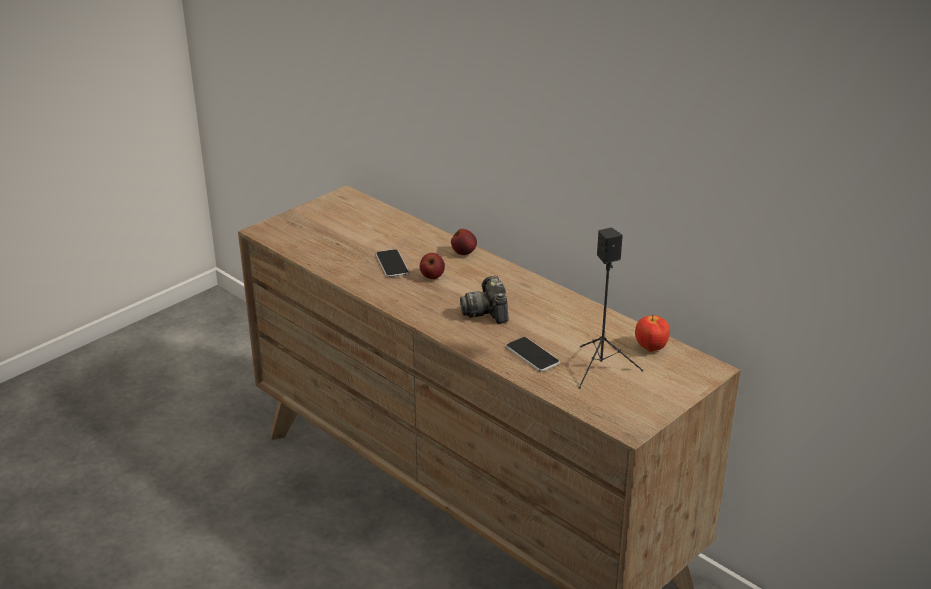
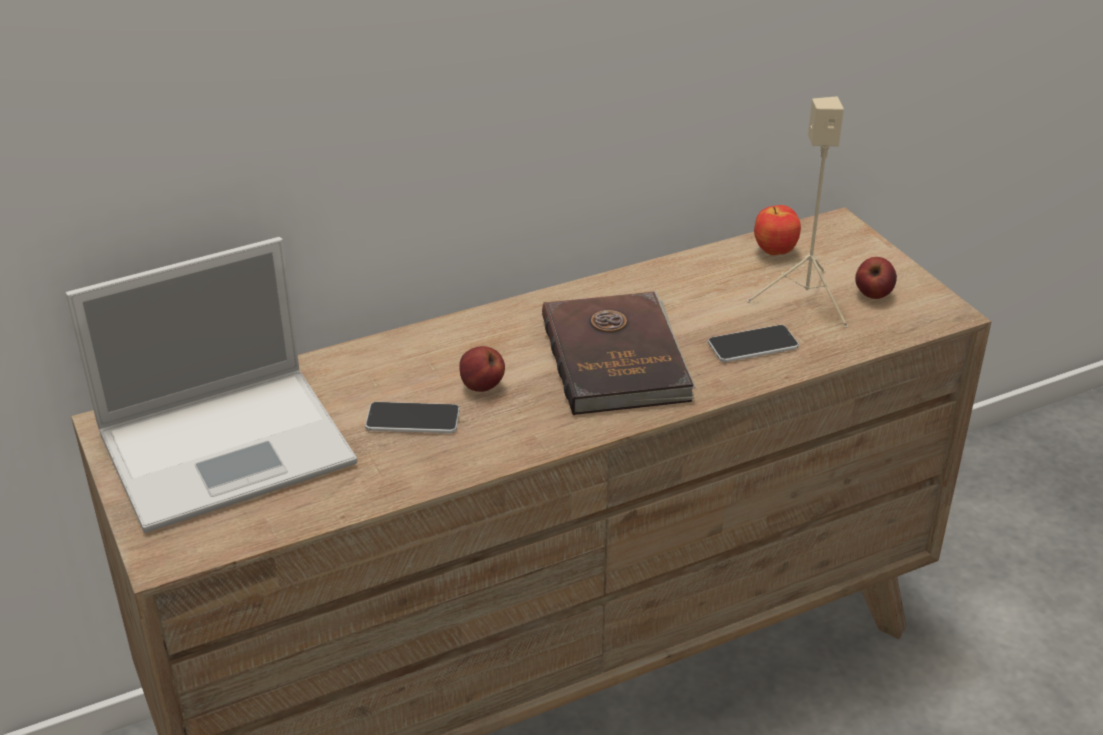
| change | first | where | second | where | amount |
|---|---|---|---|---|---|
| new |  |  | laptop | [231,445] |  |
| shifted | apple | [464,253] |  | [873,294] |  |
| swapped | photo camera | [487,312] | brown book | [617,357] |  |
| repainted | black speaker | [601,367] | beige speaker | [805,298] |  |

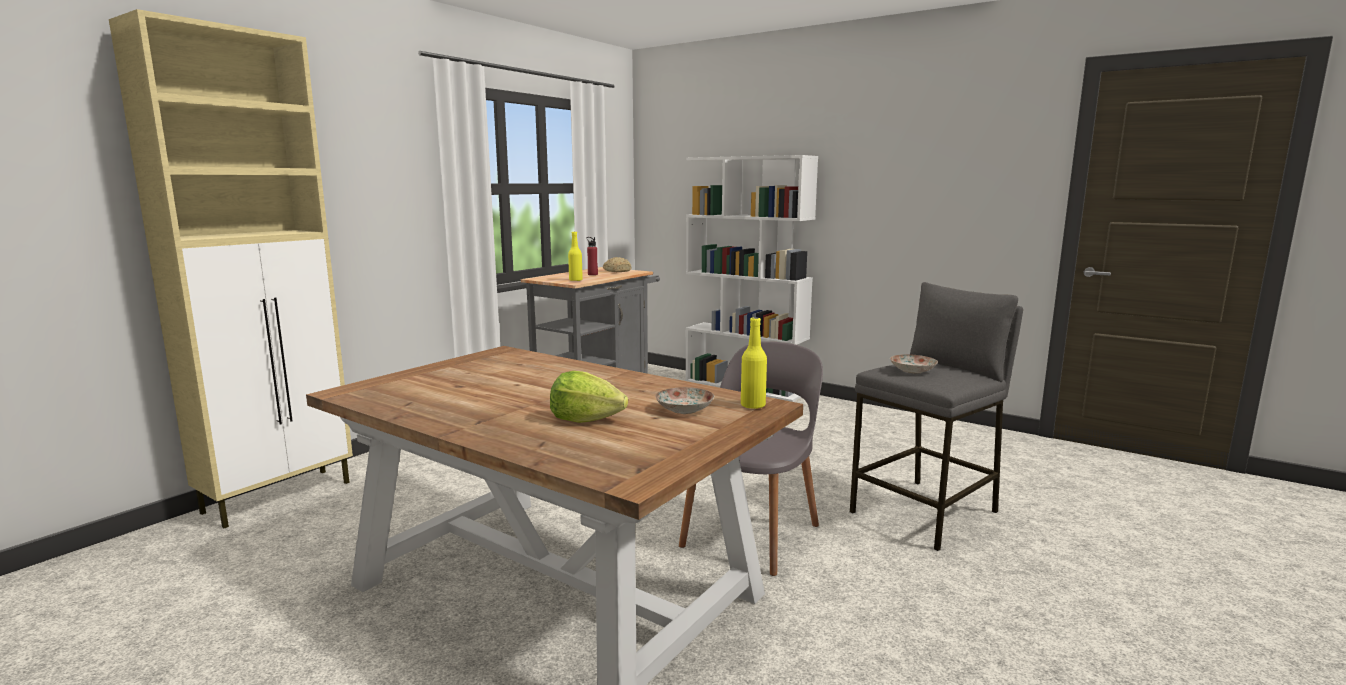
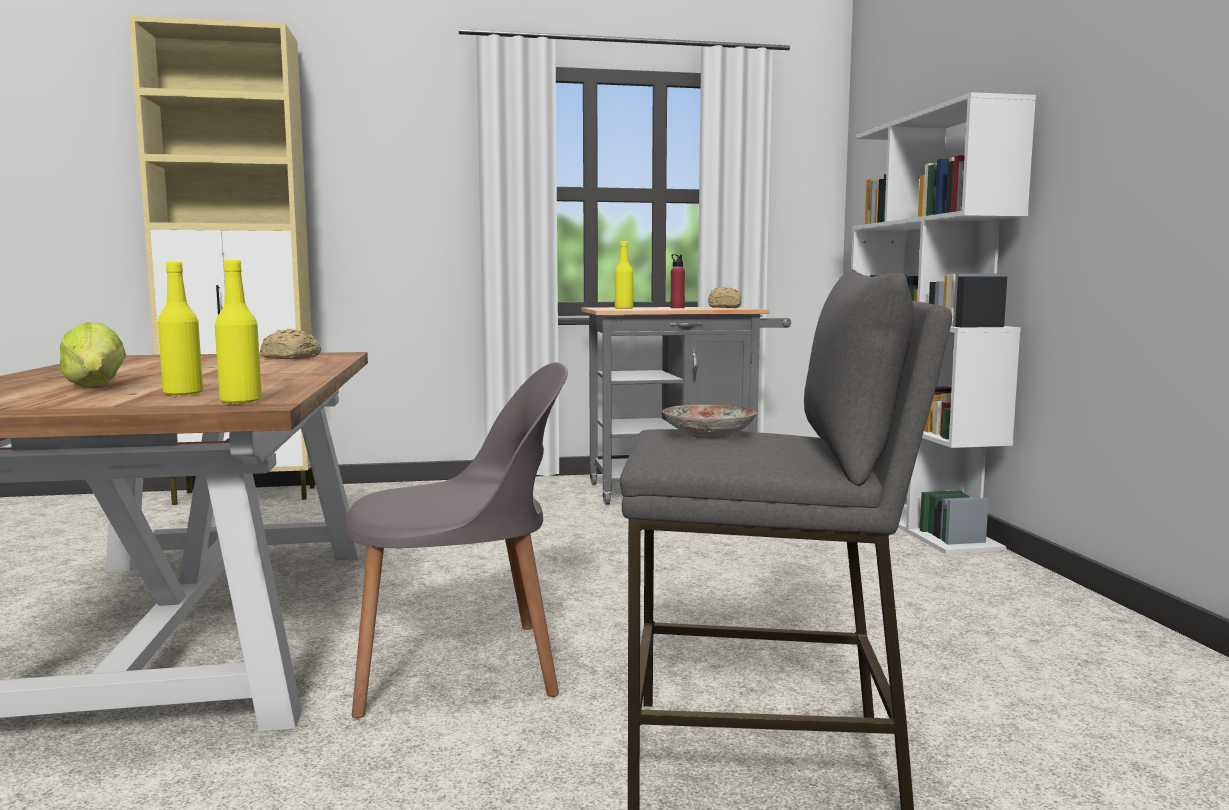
| change | first | where | second | where | amount |
|---|---|---|---|---|---|
| new |  |  | bread | [292,358] |  |
| swapped | plate | [684,409] | yellow bottle | [183,394] |  |

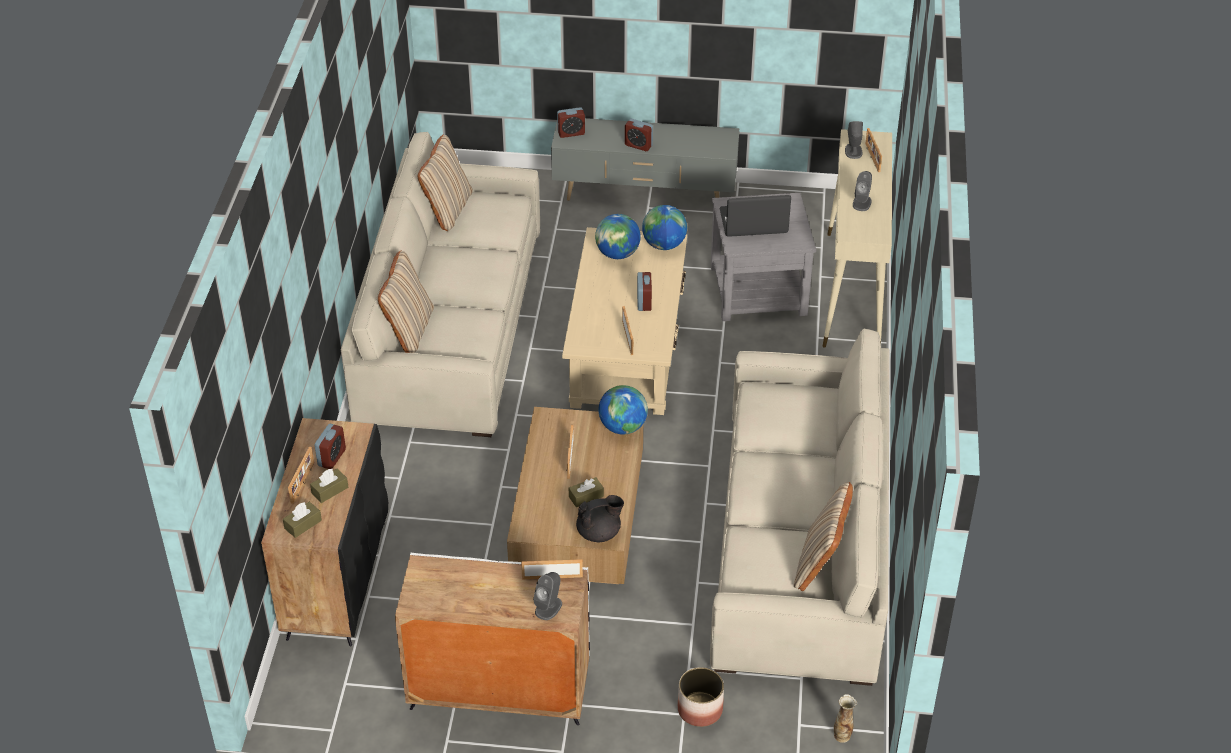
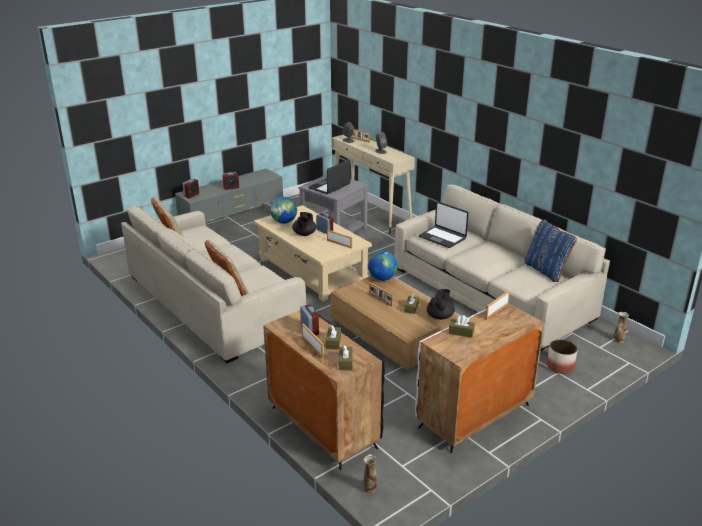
| change | first | where | second | where | amount |
|---|---|---|---|---|---|
| gone | grey speaker | [548,607] |  |  |  |
| gone | globe | [664,245] |  |  |  |
| new |  |  | black teapot | [304,234] |  |
| new |  |  | vase | [370,489] |  |
| new |  |  | laptop | [442,237] |  |
| new |  |  | brown tissue box | [461,332] |  |
| repainted | beige pillow | [820,563] | blue pillow | [546,271] |  |

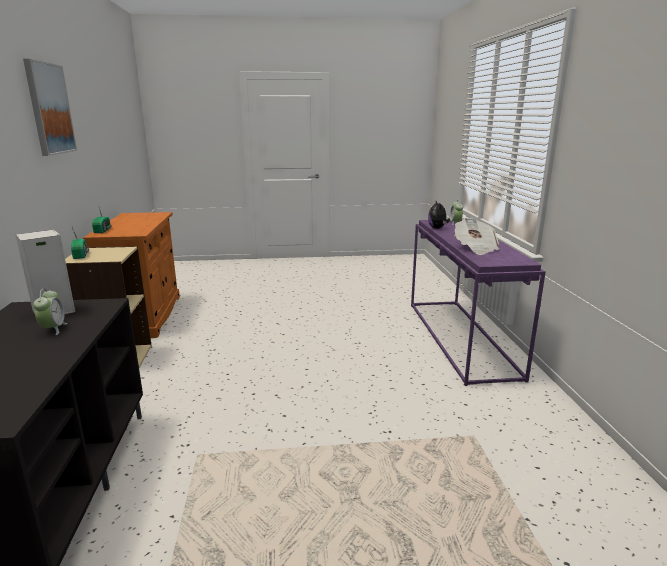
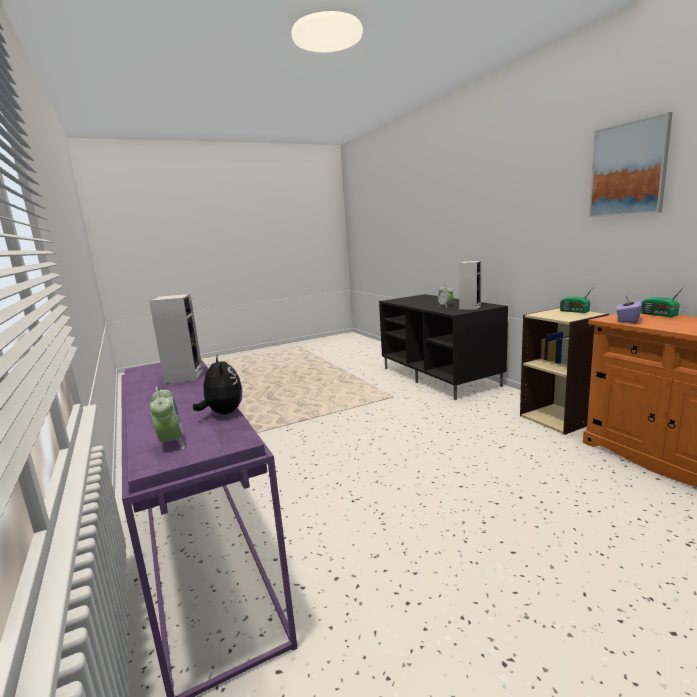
| change | first | where | second | where | amount |
|---|---|---|---|---|---|
| new |  |  | purple tissue box | [627,320] |  |
| swapped | newspaper | [475,248] | speaker | [183,376] |  |

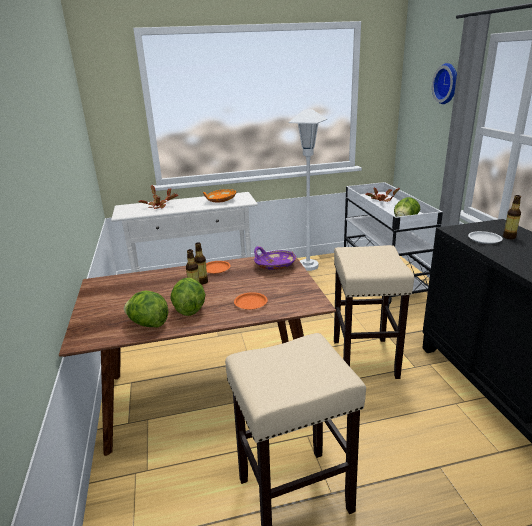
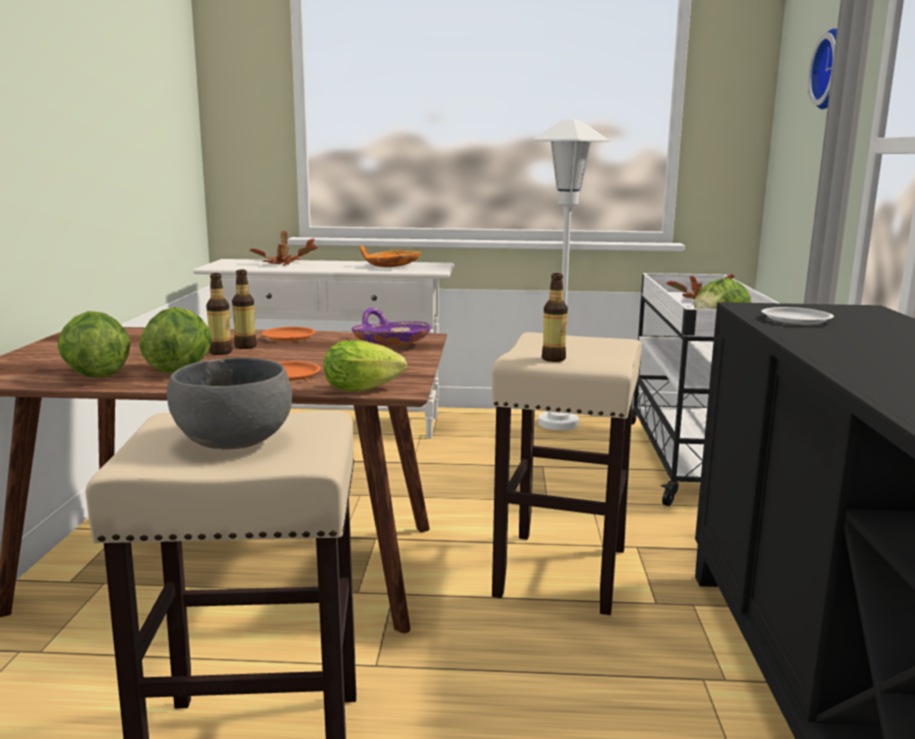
| change | first | where | second | where | amount |
|---|---|---|---|---|---|
| new |  |  | grey bowl | [234,440] |  |
| new |  |  | lettuce | [366,389] |  |
| shifted | bottle | [509,237] |  | [553,359] |  |

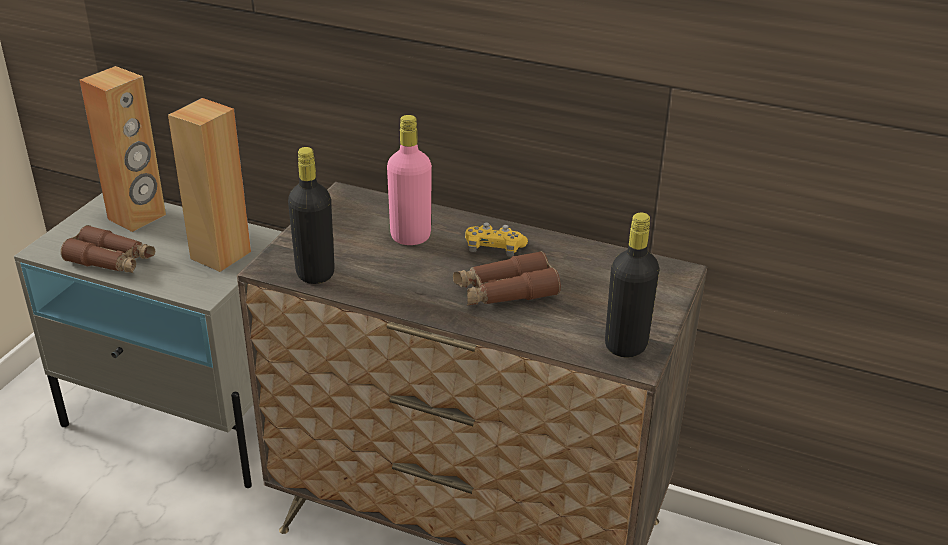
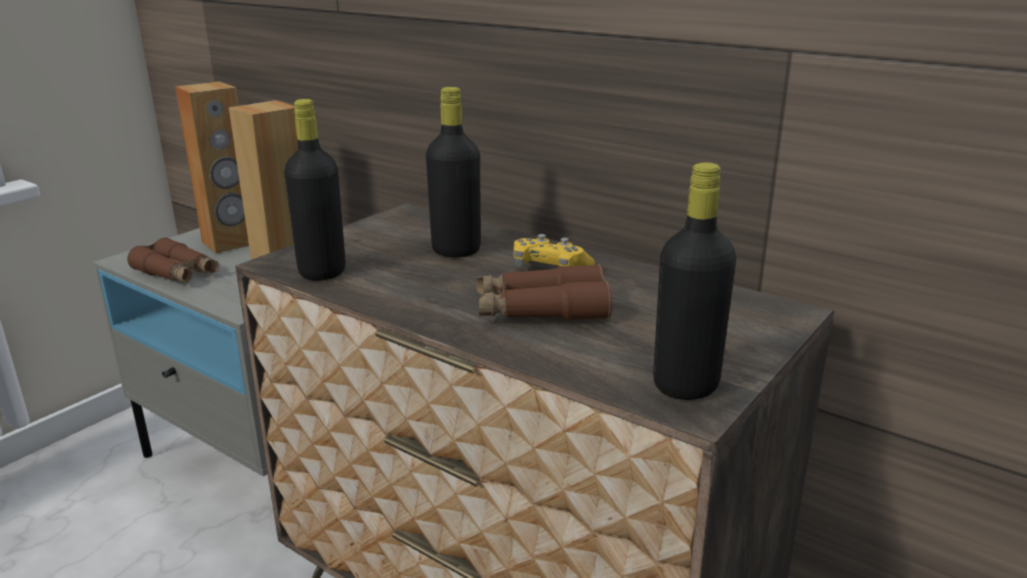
| change | first | where | second | where | amount |
|---|---|---|---|---|---|
| repainted | pink bottle | [410,237] | black bottle | [456,251] |  |

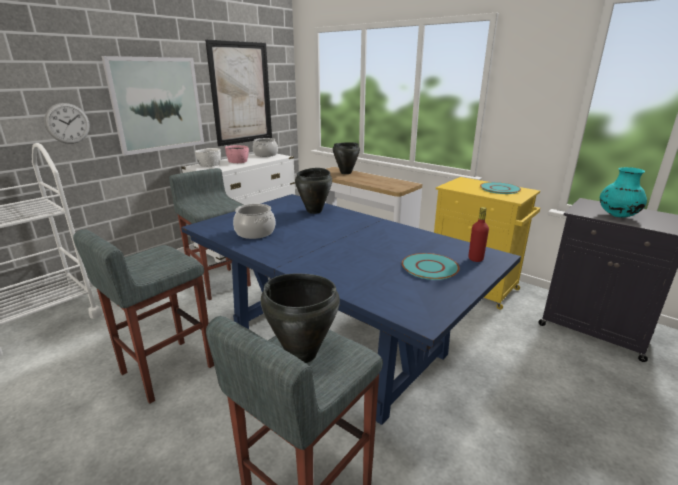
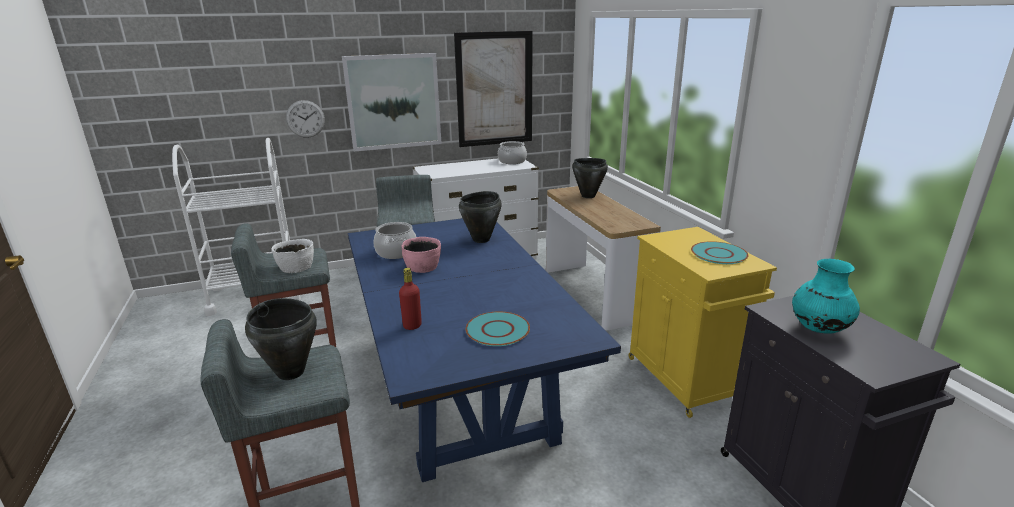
| change | first | where | second | where | amount |
|---|---|---|---|---|---|
| shifted | white bowl | [209,165] |  | [296,267] |  |
| shifted | pink bowl | [238,161] |  | [423,266] |  |
| shifted | red bottle | [475,259] |  | [412,326] |  |

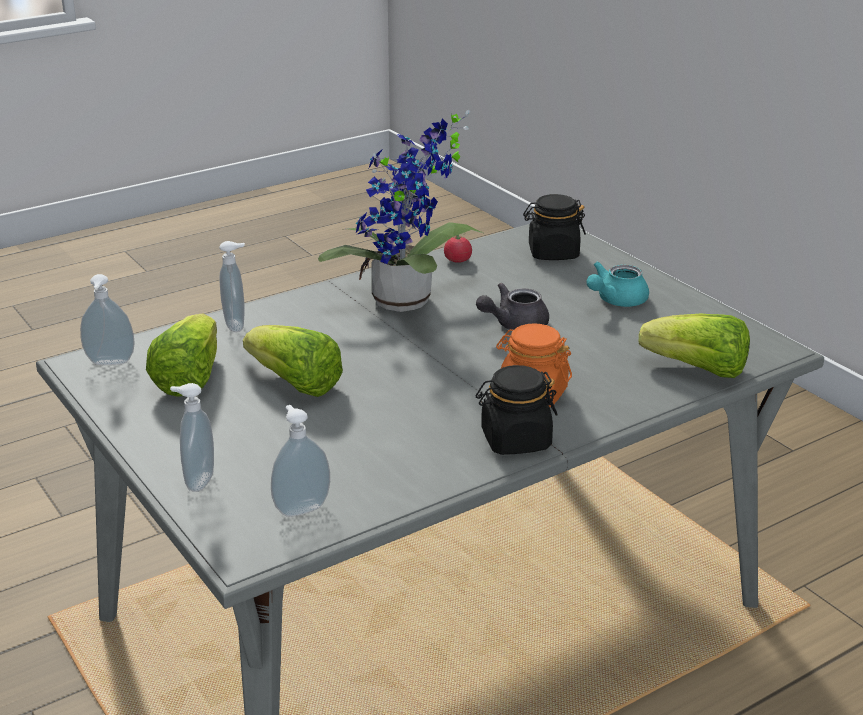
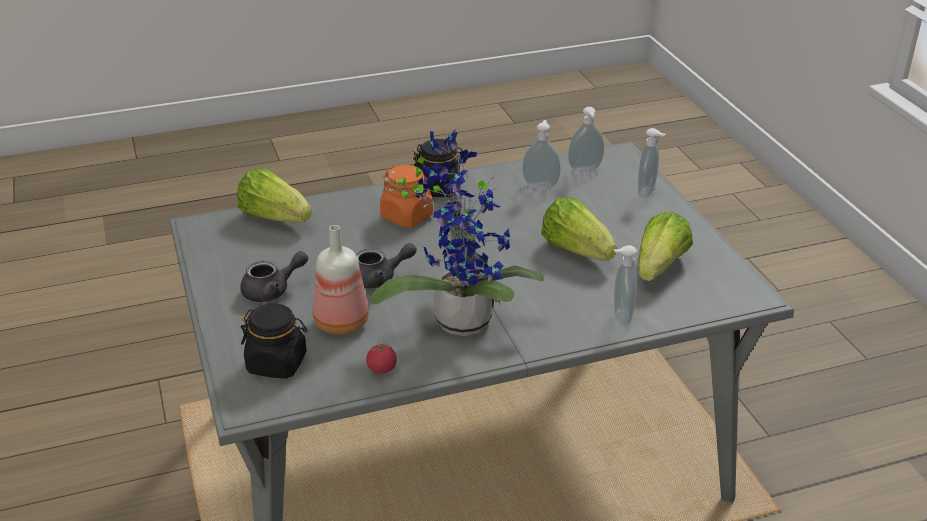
| change | first | where | second | where | amount |
|---|---|---|---|---|---|
| new |  |  | bottle | [339,323] |  |
| shifted | soap dispenser | [110,363] |  | [540,185] |  |
| repainted | turquoise teapot | [615,300] | grey teapot | [272,290] |  |

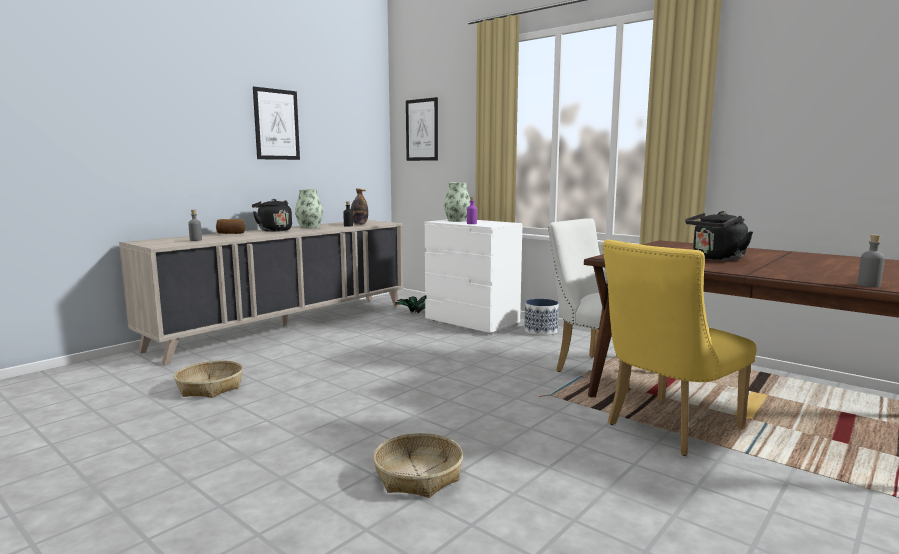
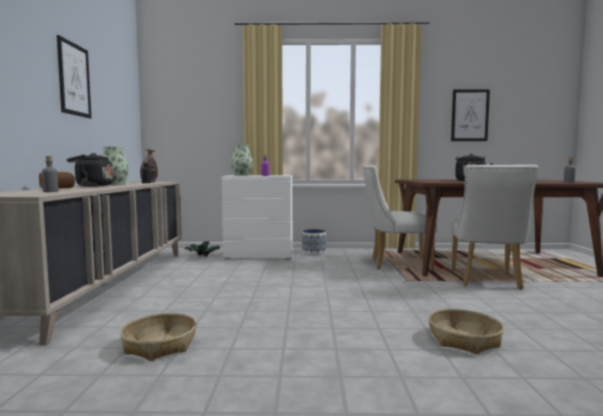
| change | first | where | second | where | amount |
|---|---|---|---|---|---|
| shifted | picture | [422,130] |  | [470,115] |  |
| repainted | yellow chair | [667,428] | white chair | [486,280] |  |

